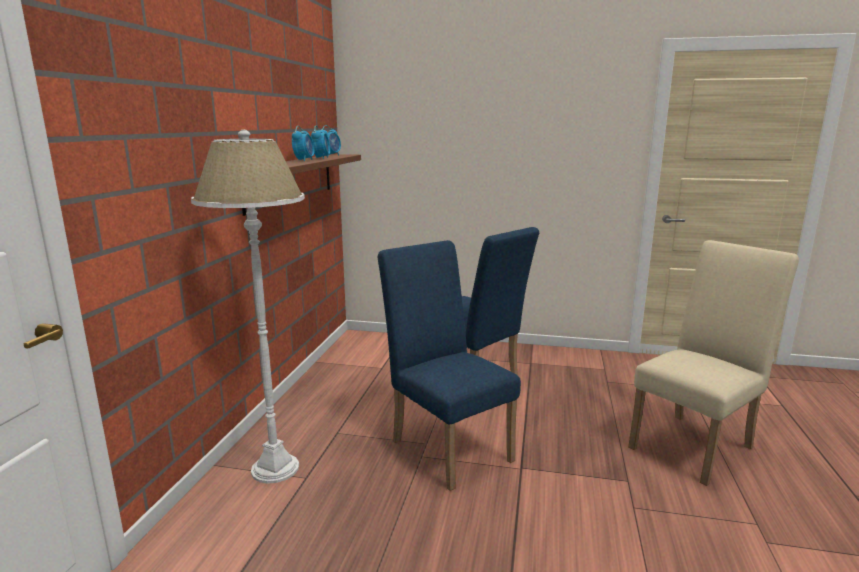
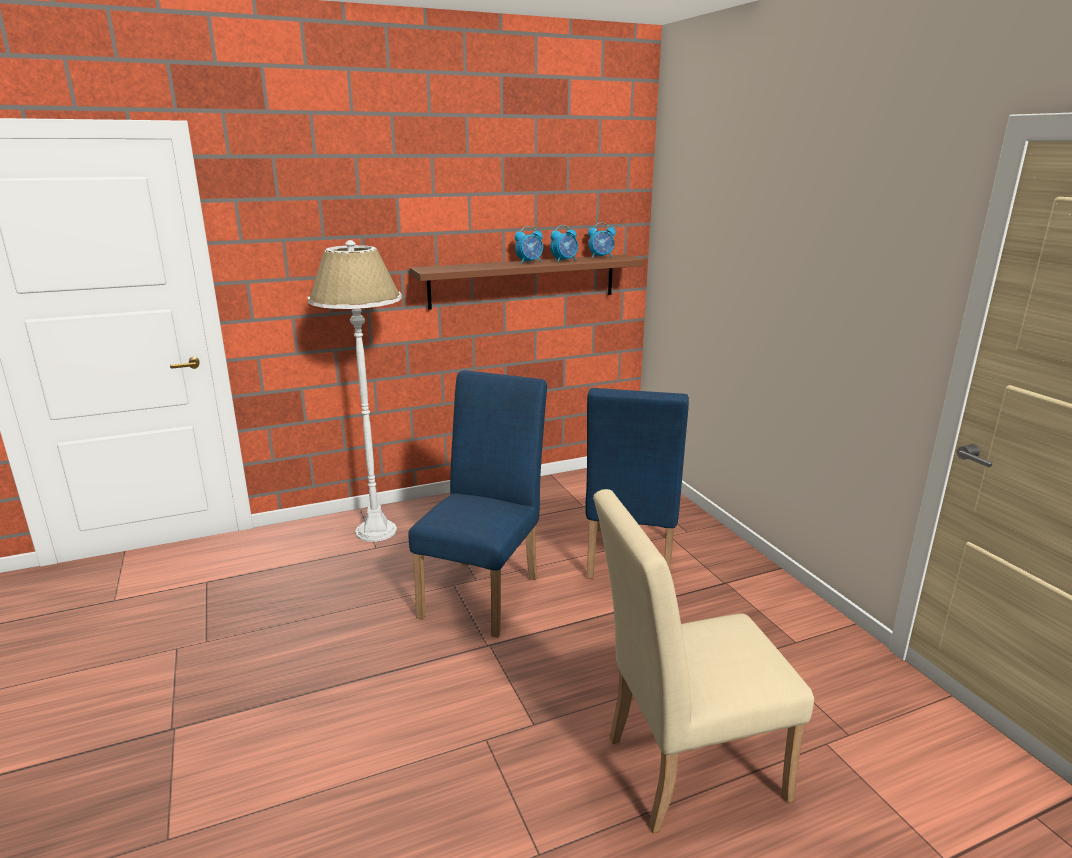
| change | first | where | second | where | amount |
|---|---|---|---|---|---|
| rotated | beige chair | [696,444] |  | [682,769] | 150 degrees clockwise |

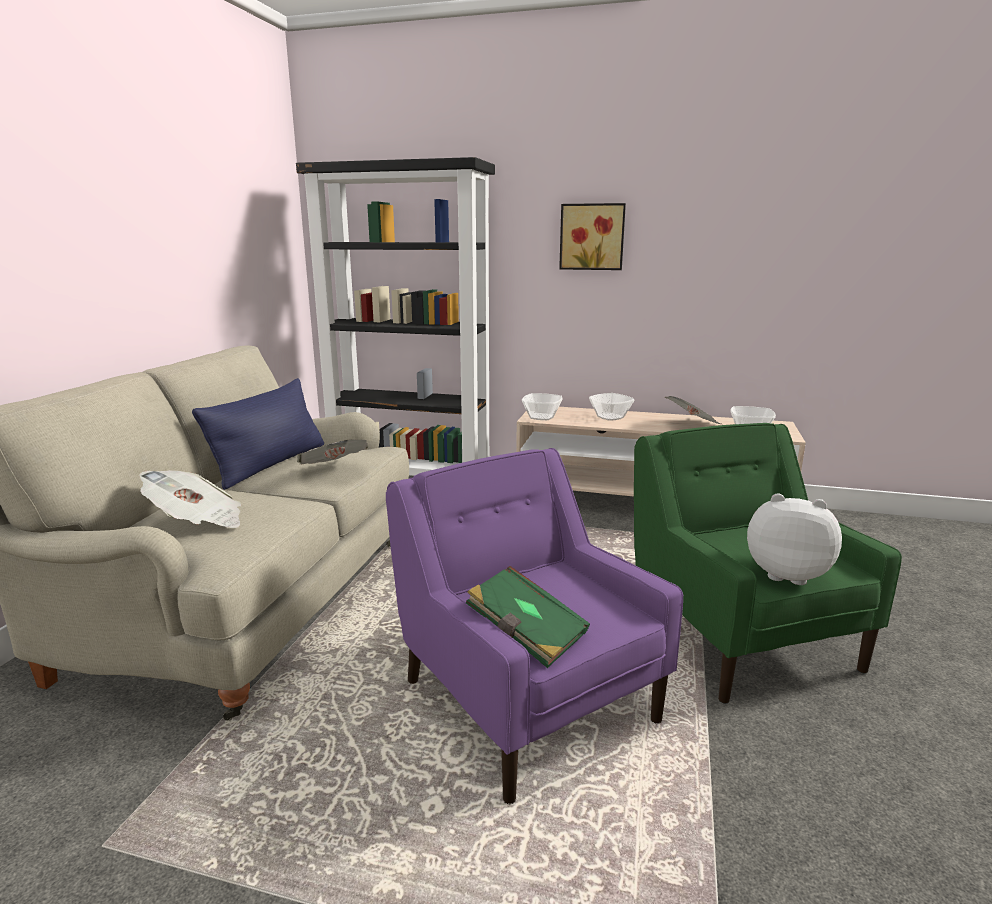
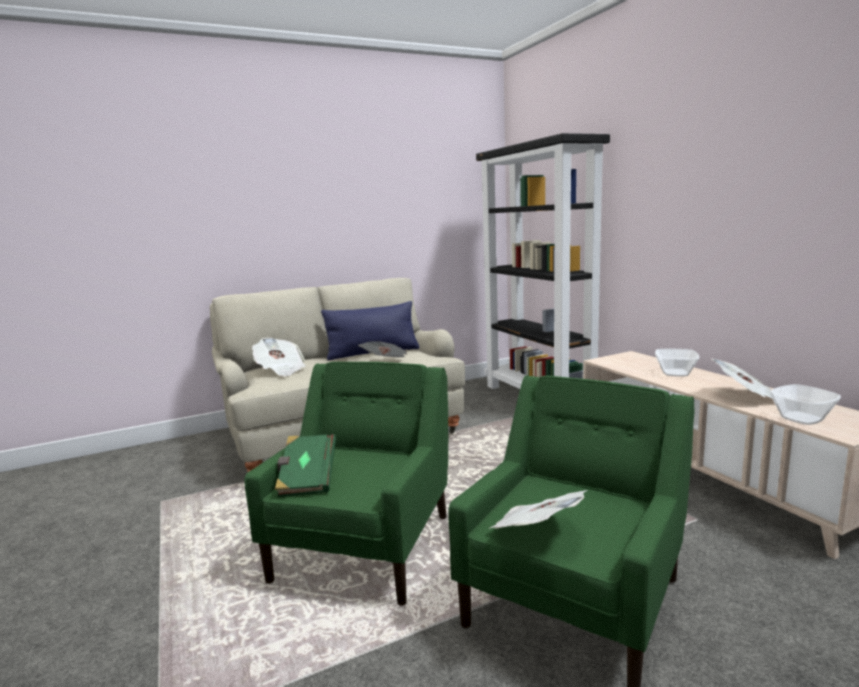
| change | first | where | second | where | amount |
|---|---|---|---|---|---|
| gone | bowl | [541,417] |  |  |  |
| gone | picture | [592,237] |  |  |  |
| swapped | plush toy | [786,574] | newspaper | [537,532] |  |
| repainted | purple armchair | [527,697] | green armchair | [366,545] |  |

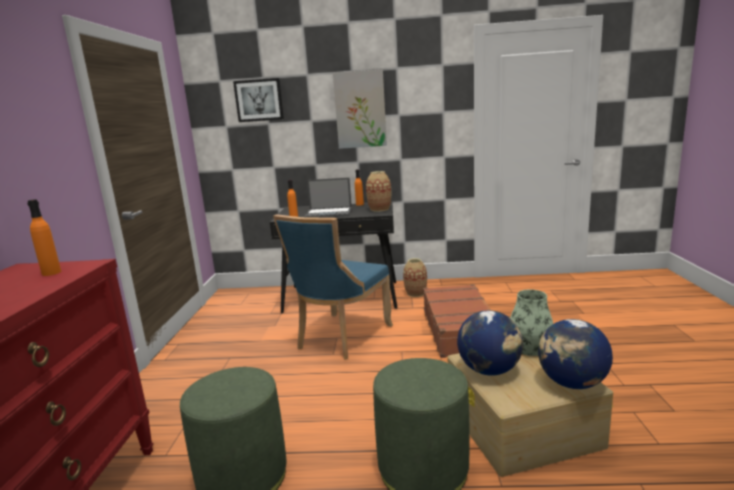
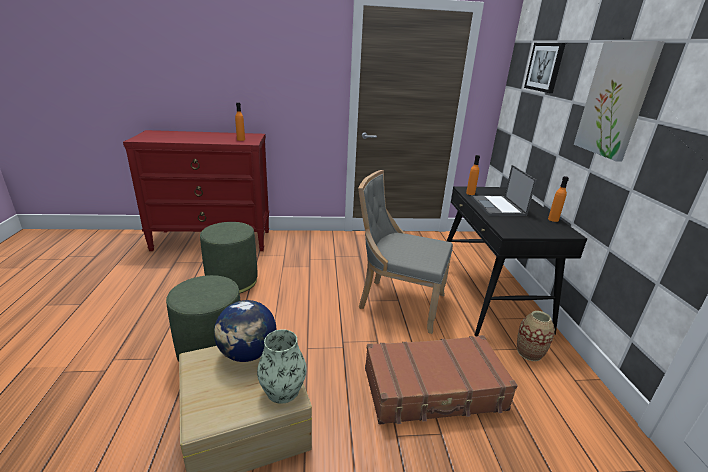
| change | first | where | second | where | amount |
|---|---|---|---|---|---|
| gone | vase | [379,209] |  |  |  |
| gone | globe | [572,383] |  |  |  |
| repainted | blue chair | [340,337] | grey chair | [398,302] |  |

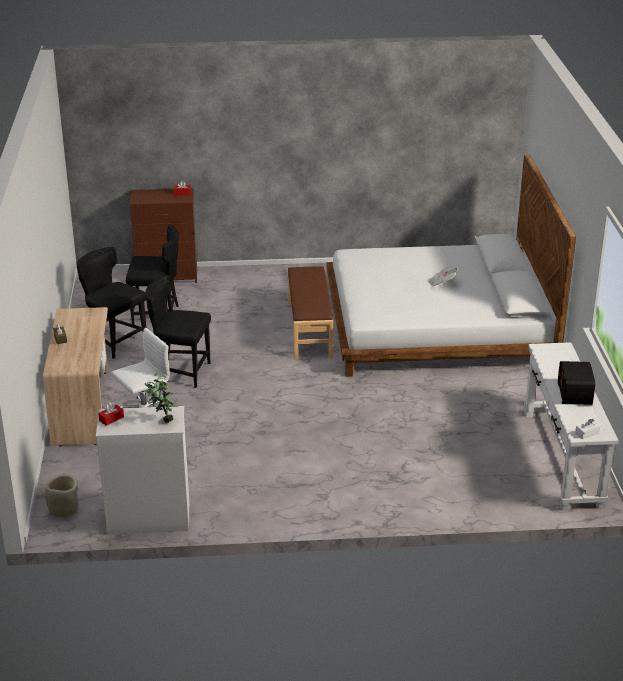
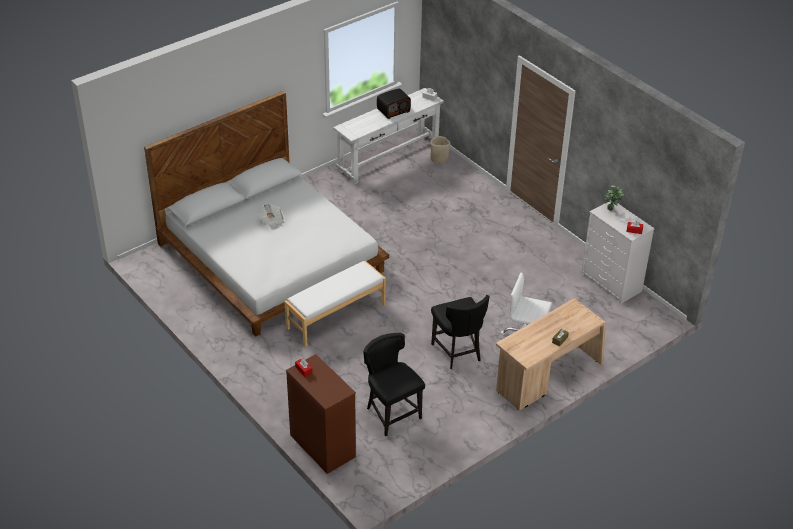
| change | first | where | second | where | amount |
|---|---|---|---|---|---|
| gone | black chair | [115,342] |  |  |  |
| shifted | beige planter | [64,509] |  | [439,158] |  |
| repainted | brown bench | [310,329] | white bench | [335,316] |  |

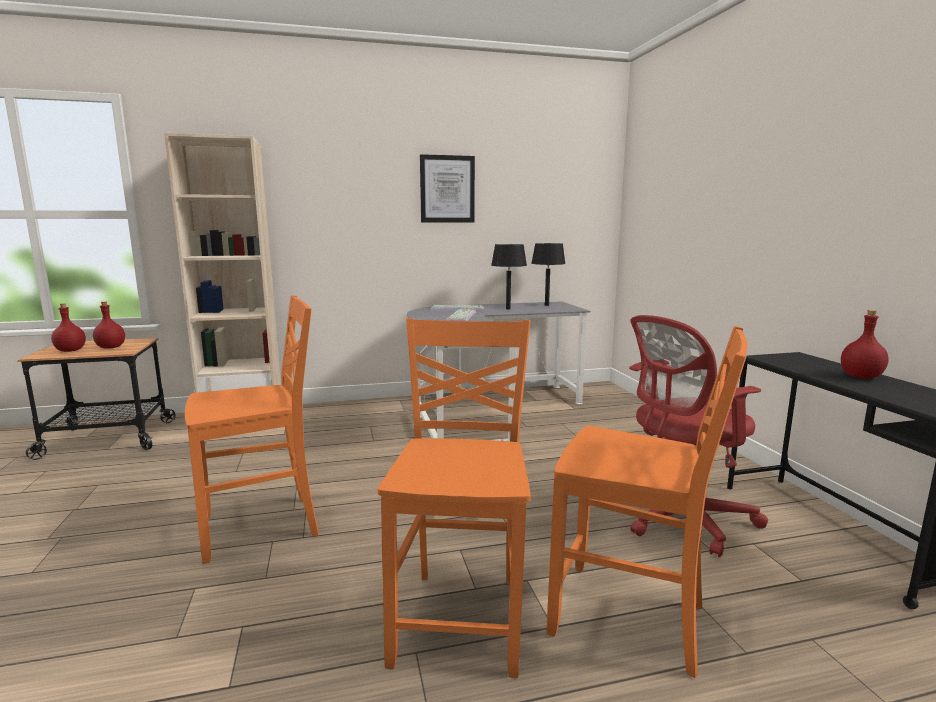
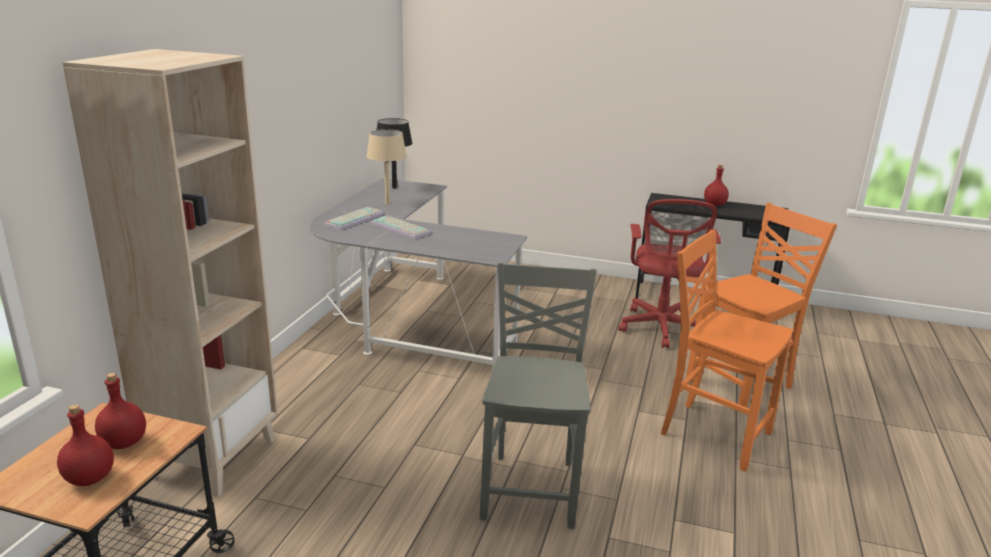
| change | first | where | second | where | amount |
|---|---|---|---|---|---|
| gone | picture | [447,189] |  |  |  |
| repainted | orange chair | [262,527] | grey chair | [532,488] |  |
| repainted | black table lamp | [508,309] | beige table lamp | [387,203] |  |

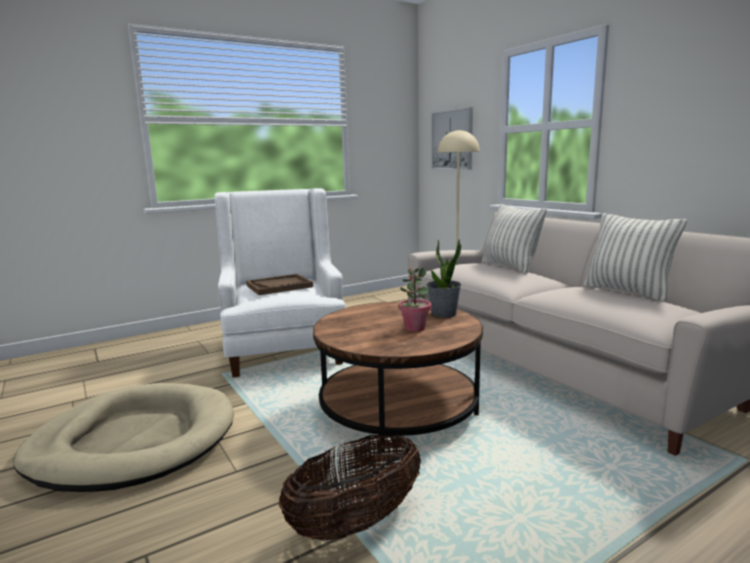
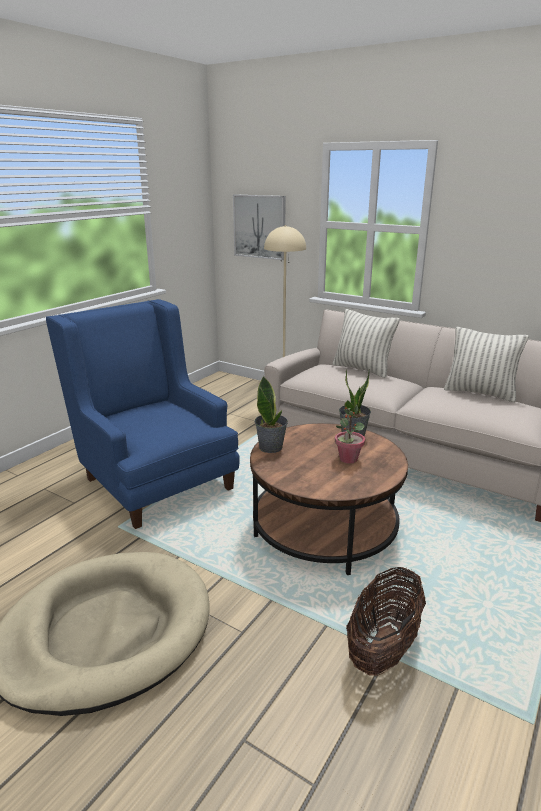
| change | first | where | second | where | amount |
|---|---|---|---|---|---|
| gone | brown tray | [279,286] |  |  |  |
| new |  |  | potted plant | [271,447] |  |
| repainted | white armchair | [283,347] | blue armchair | [152,479] |  |

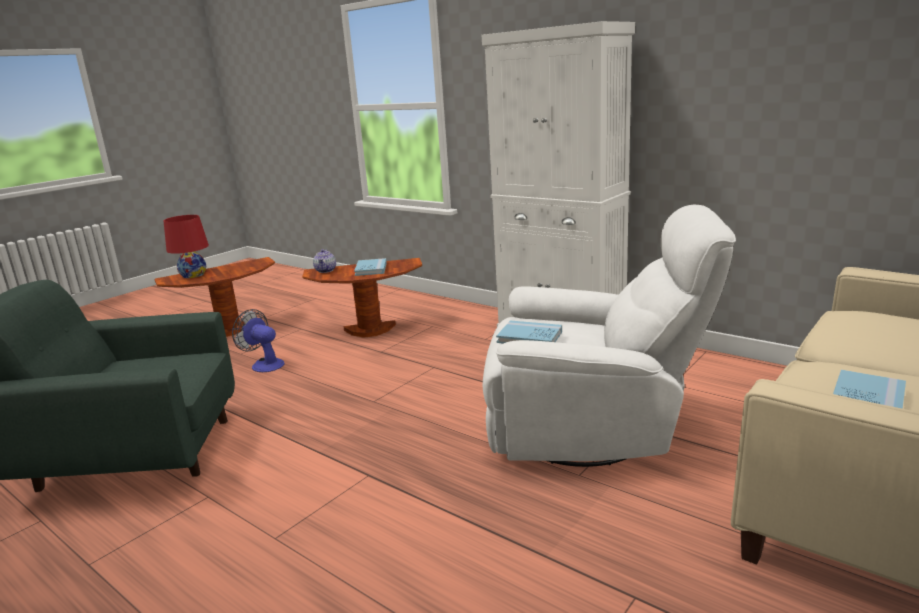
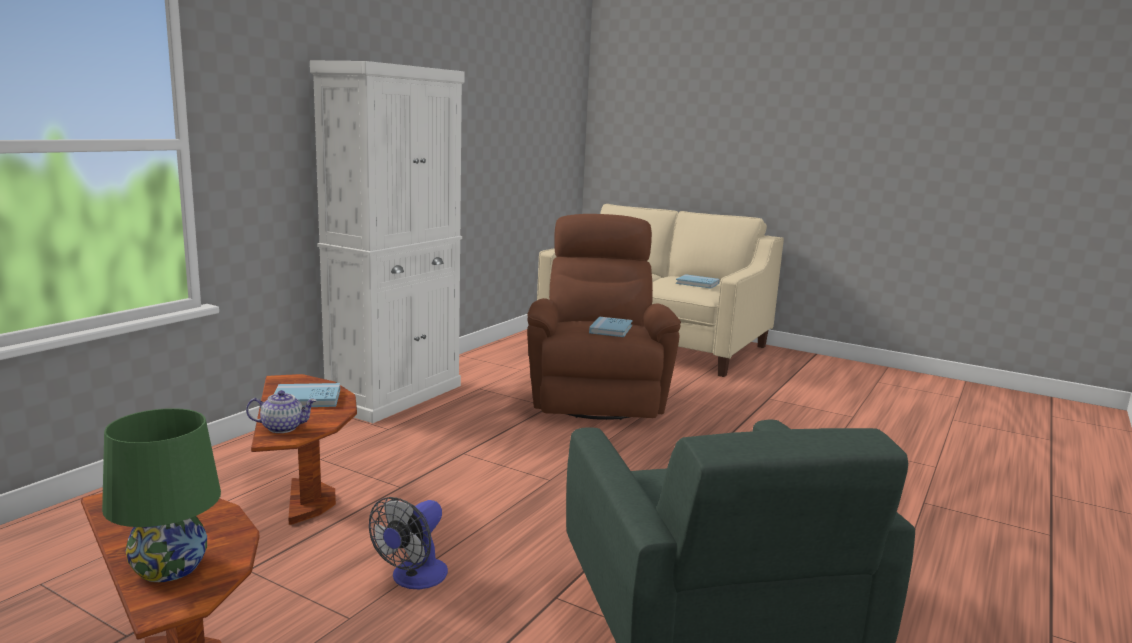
| change | first | where | second | where | amount |
|---|---|---|---|---|---|
| repainted | red table lamp | [193,275] | green table lamp | [168,567] |  |
| repainted | white armchair | [593,429] | brown armchair | [597,396] |  |

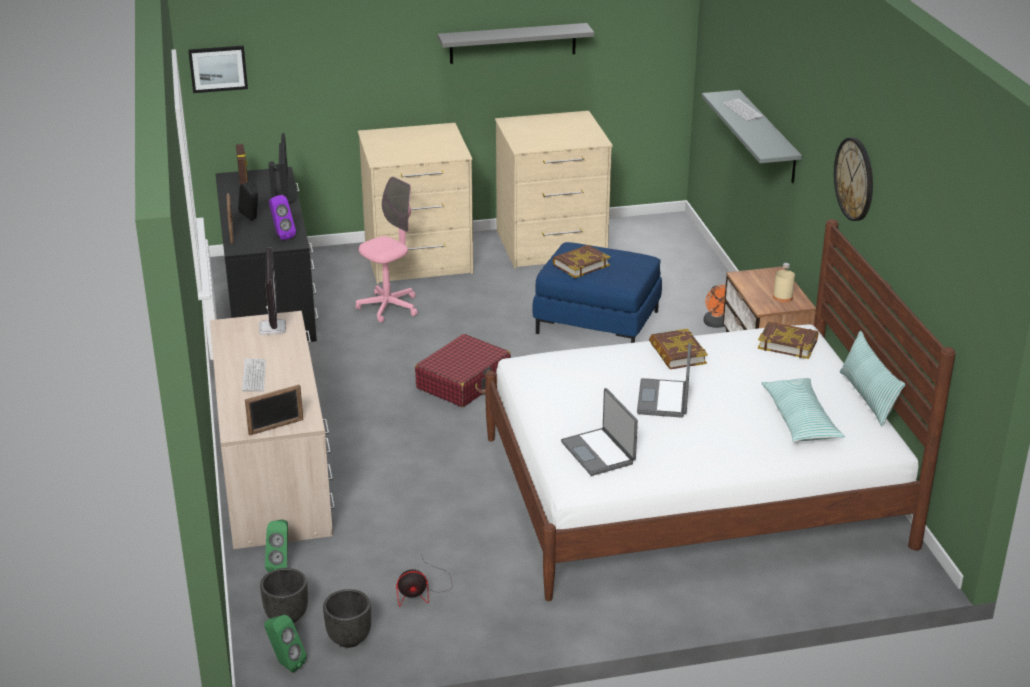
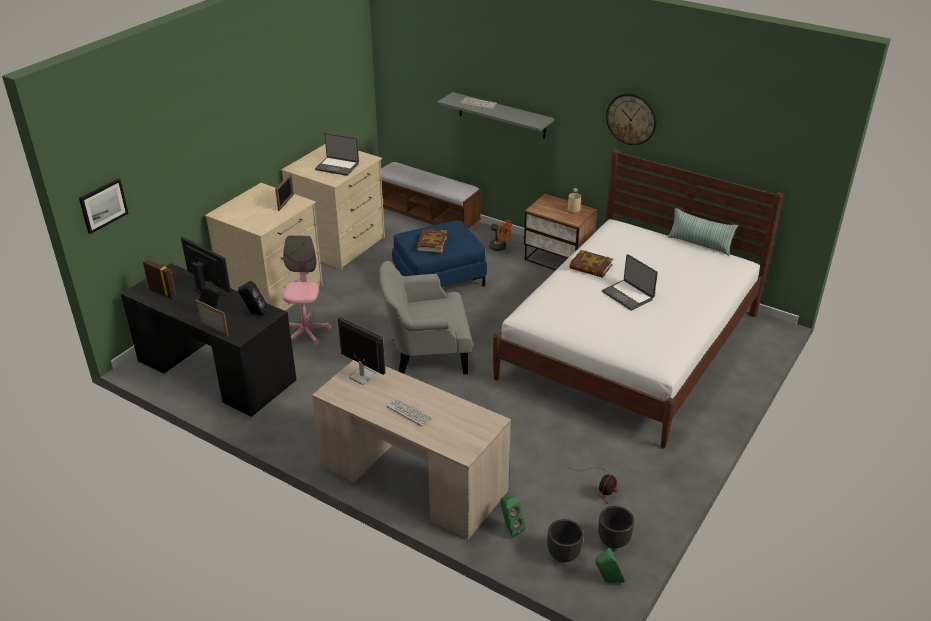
| change | first | where | second | where | amount |
|---|---|---|---|---|---|
| gone | grey shelf | [513,43] |  |  |  |
| gone | book | [787,344] |  |  |  |
| gone | pillow | [800,419] |  |  |  |
| new |  |  | bench | [428,215] |  |
| shifted | picture frame | [276,427] |  | [286,202] |  |
| shifted | laptop | [599,452] |  | [337,166] |  |
| swapped | red suitcase | [464,382] | grey armchair | [426,354] |  |
| repainted | purple speaker | [281,236] | black speaker | [254,313] |  |

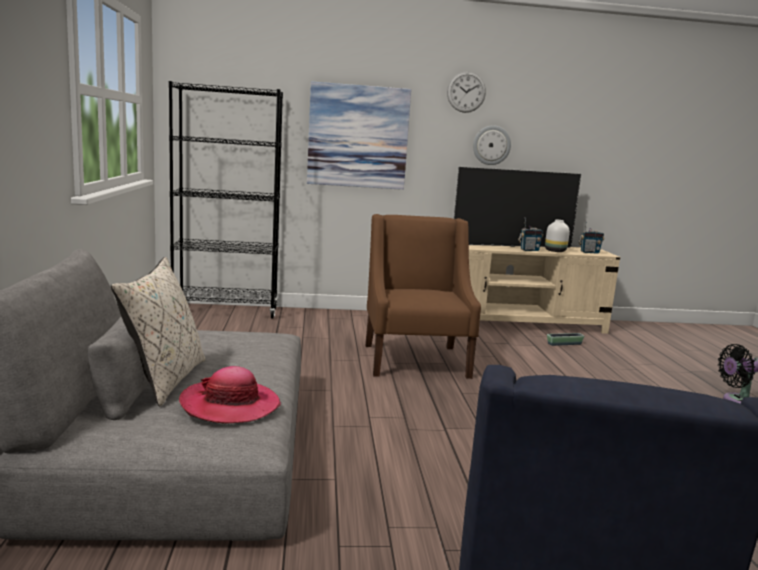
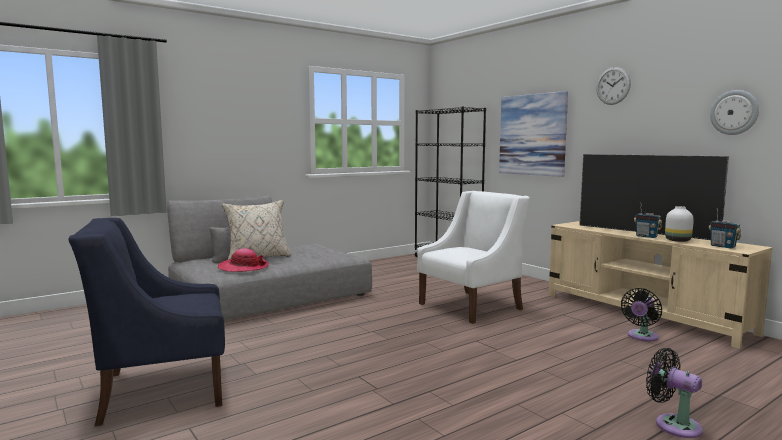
| change | first | where | second | where | amount |
|---|---|---|---|---|---|
| shifted | wall clock | [491,145] |  | [734,112] |  |
| swapped | planter | [564,344] | black fan | [641,337] |  |
| repainted | brown armchair | [415,360] | white armchair | [471,306] |  |

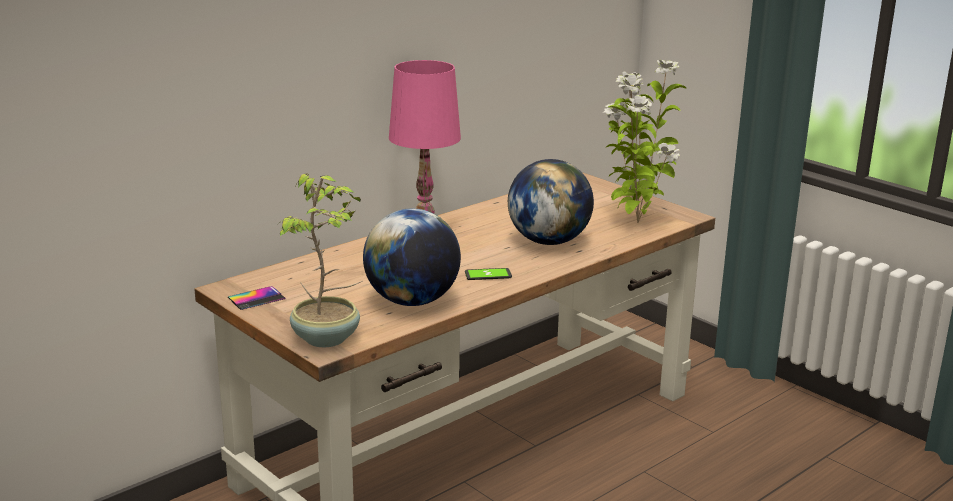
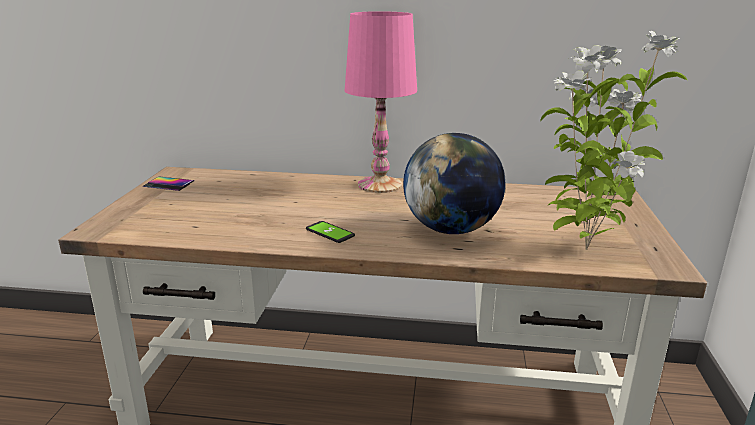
| change | first | where | second | where | amount |
|---|---|---|---|---|---|
| gone | potted plant | [327,338] |  |  |  |
| gone | globe | [412,301] |  |  |  |

